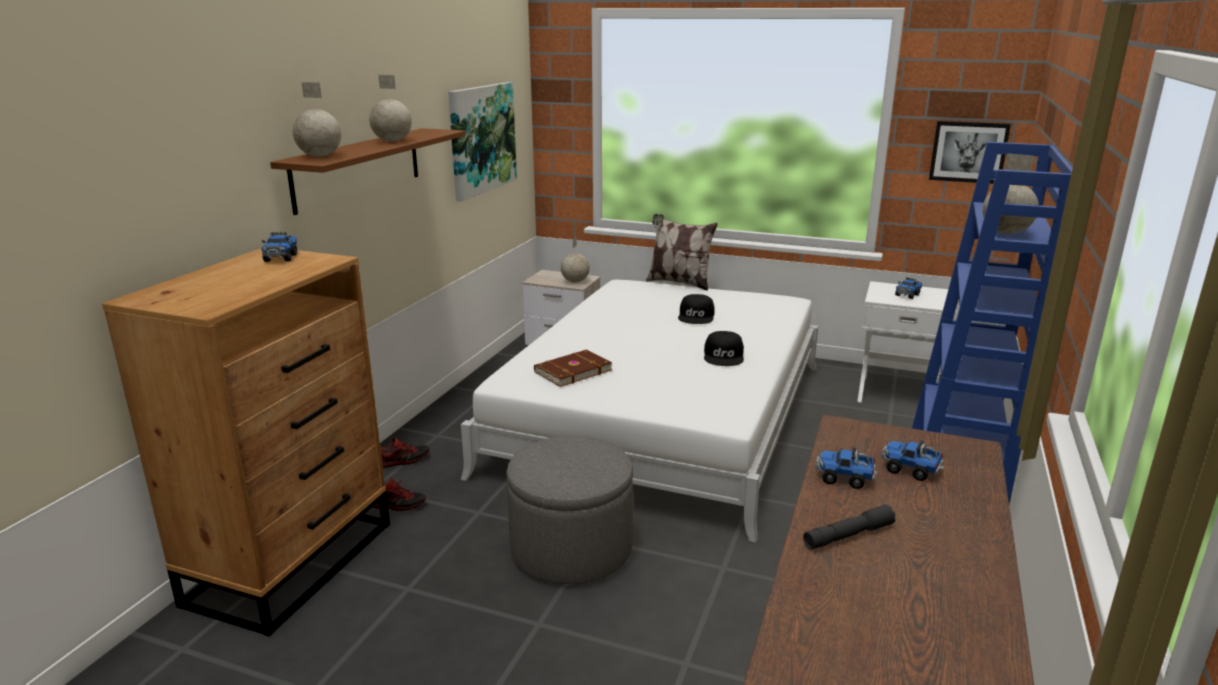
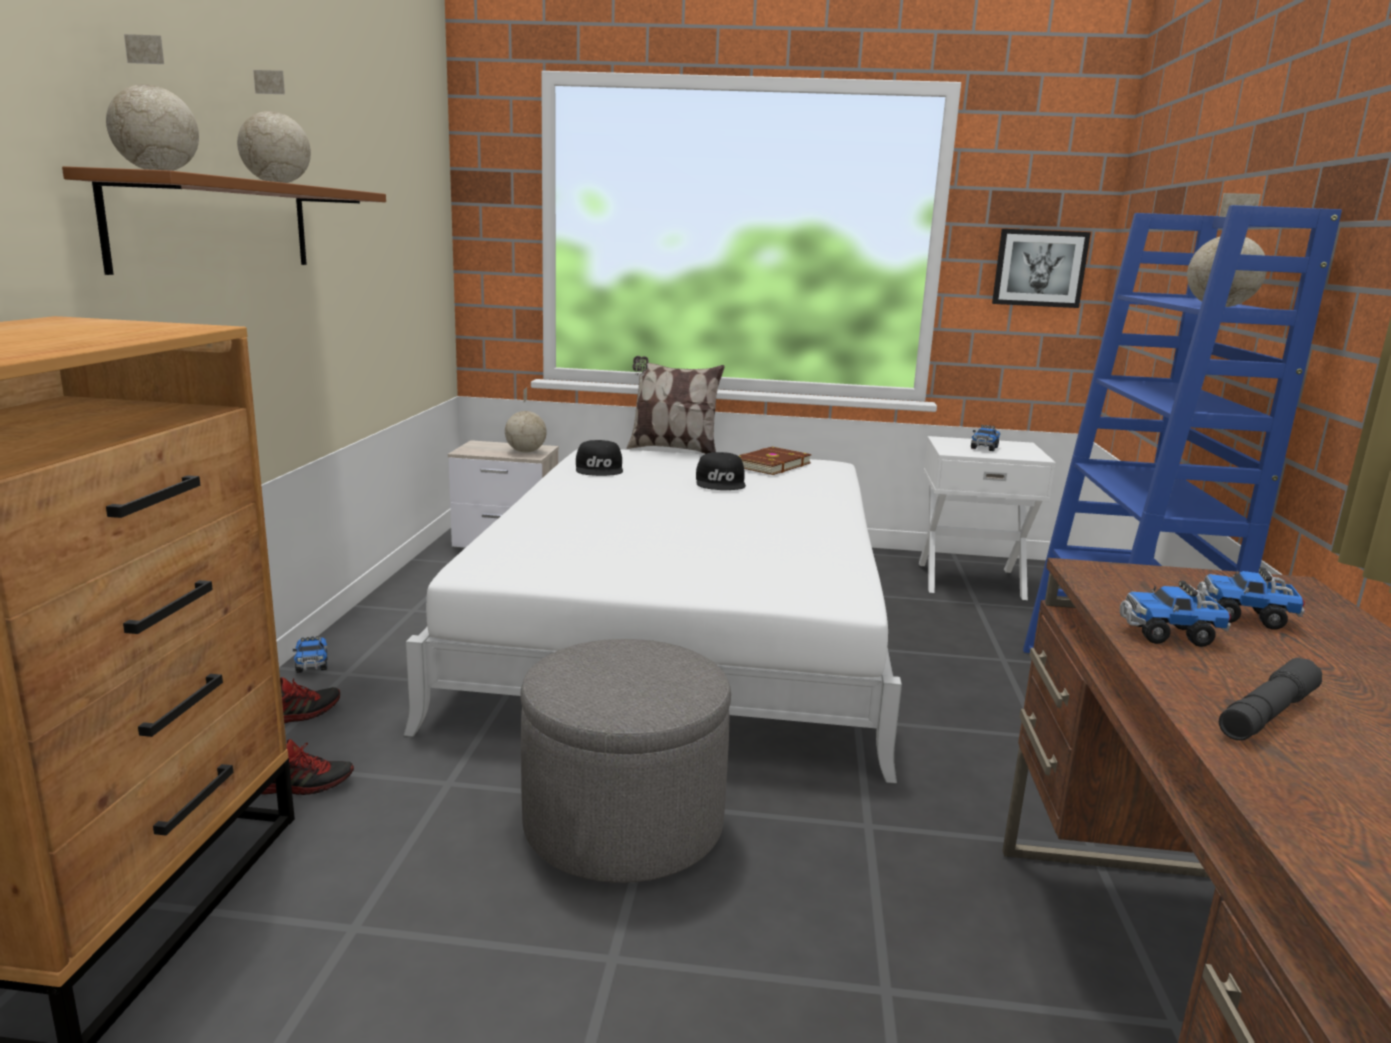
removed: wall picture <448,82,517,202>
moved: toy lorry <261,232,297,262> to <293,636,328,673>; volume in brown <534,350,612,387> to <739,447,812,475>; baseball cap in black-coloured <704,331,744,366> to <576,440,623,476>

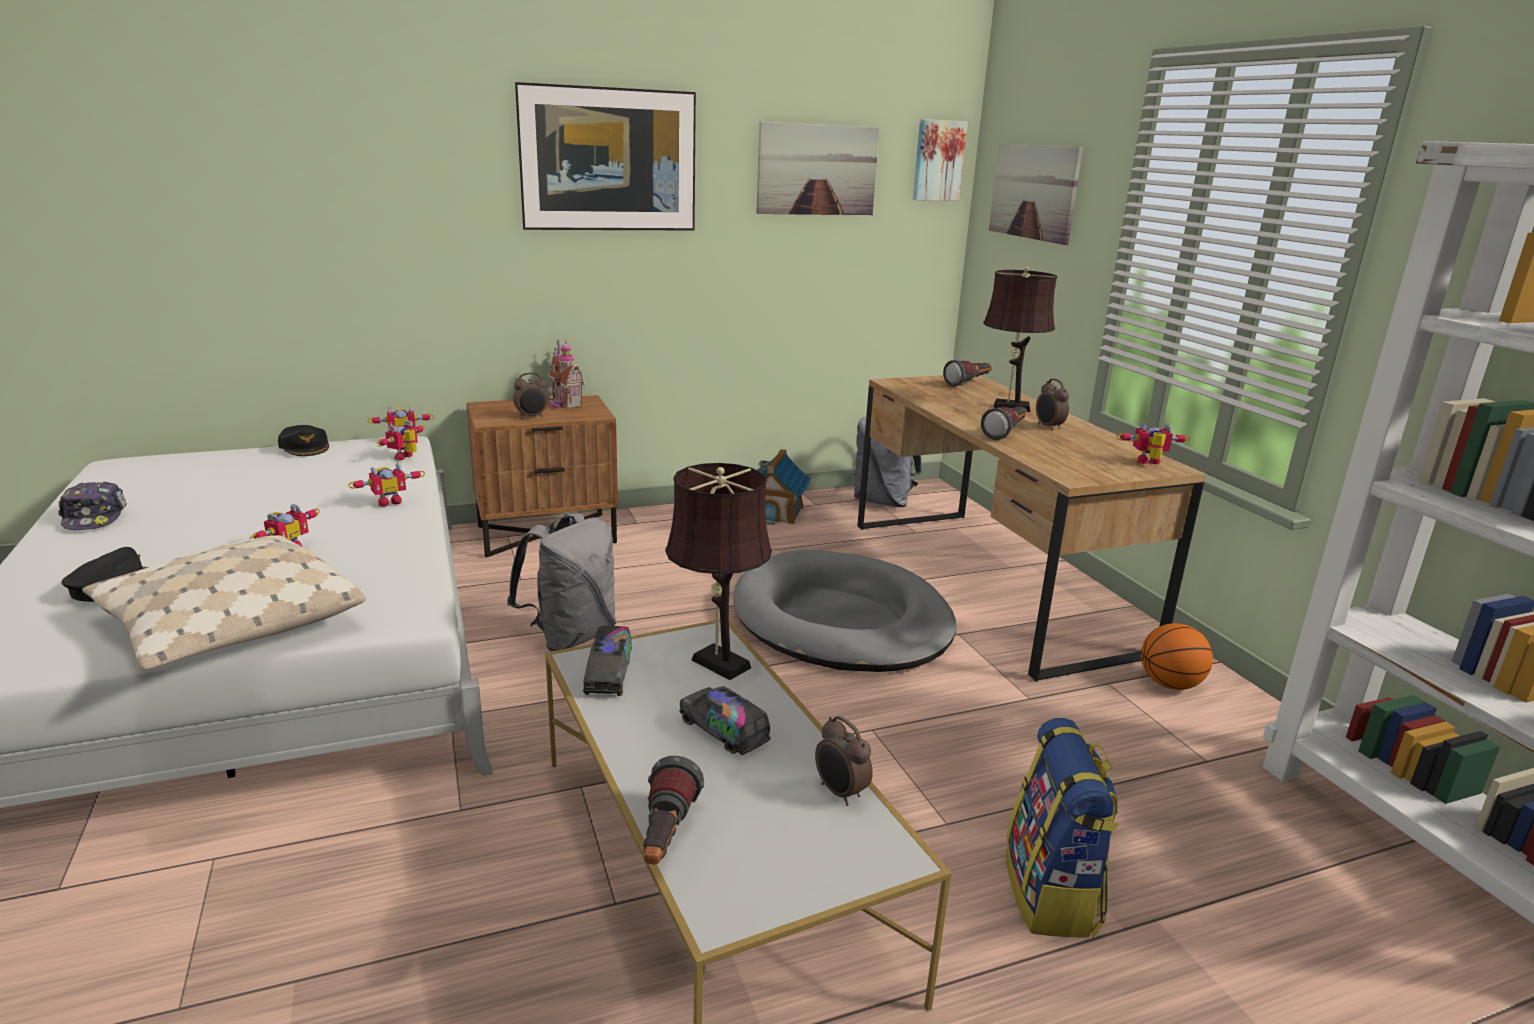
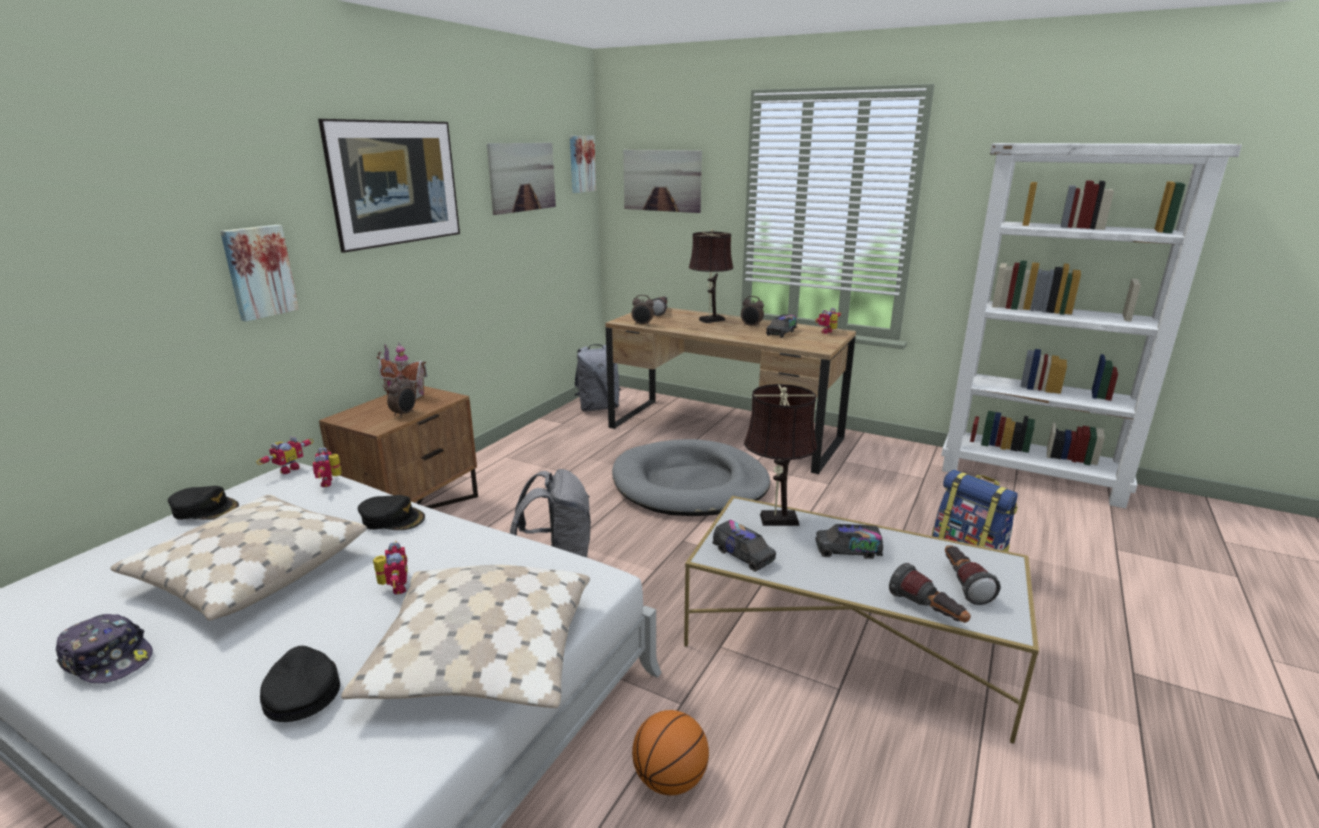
removed: miniature house <757,449,811,525>
added: throw pillow in beige <110,495,367,621>; wall picture <220,225,299,322>; toy lorry <766,314,797,338>
moved: alarm clock <815,716,873,806> to <631,295,654,326>; flashlight <981,406,1026,440> to <945,545,1000,605>; basketball <1141,623,1213,690> to <632,710,709,795>
replaced: robot figure <348,463,425,507> to baseball cap in black-coloured <358,495,425,530>

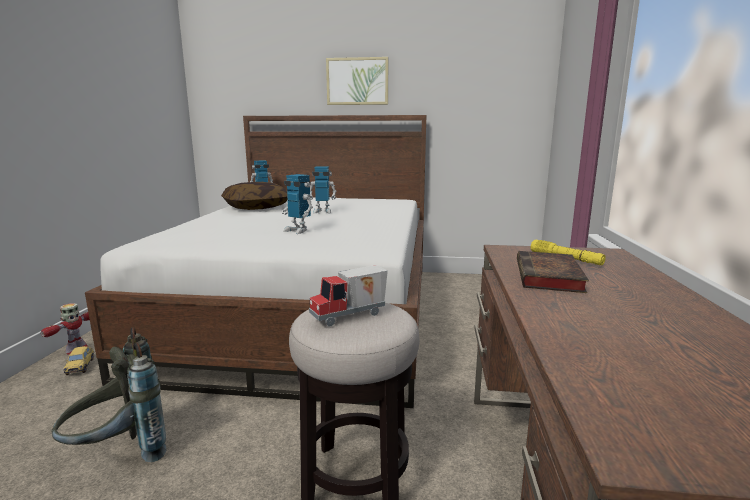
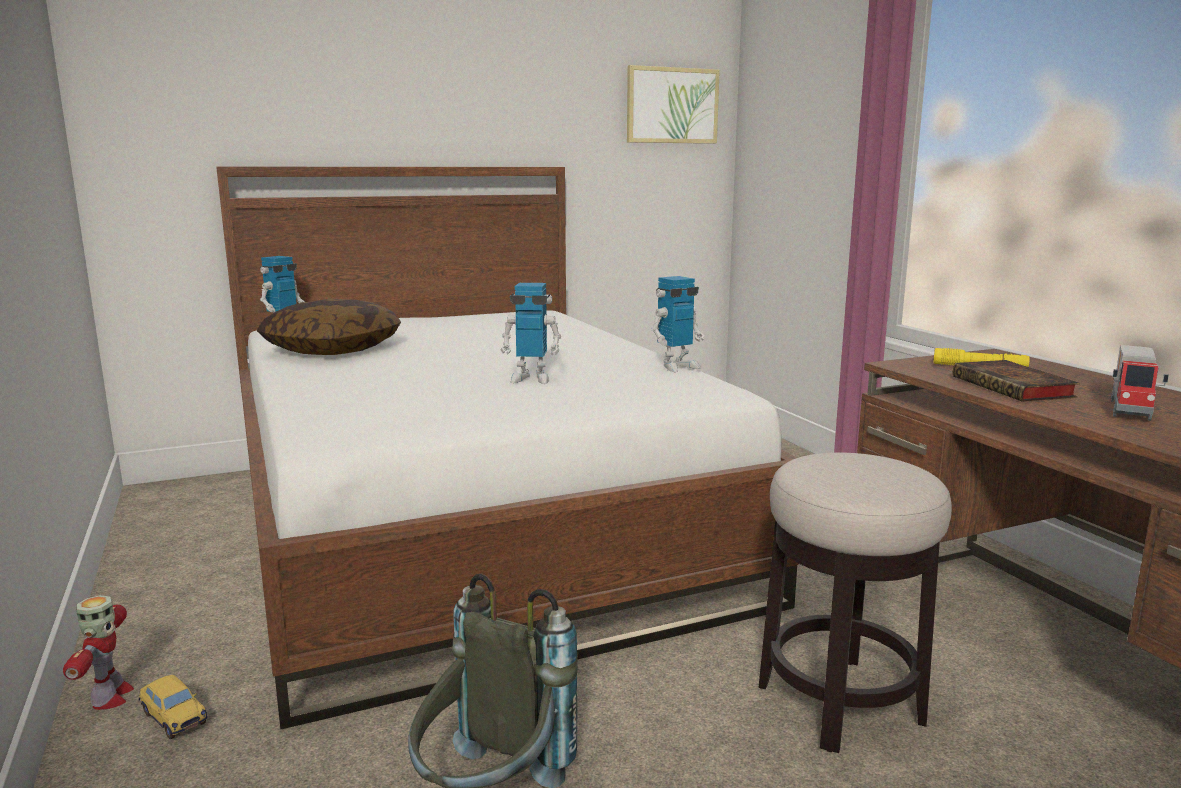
moved: toy lorry <309,265,388,327> to <1111,345,1169,421>; robot figure <310,166,336,213> to <652,276,704,372>; wall picture <326,57,389,105> to <627,65,720,144>

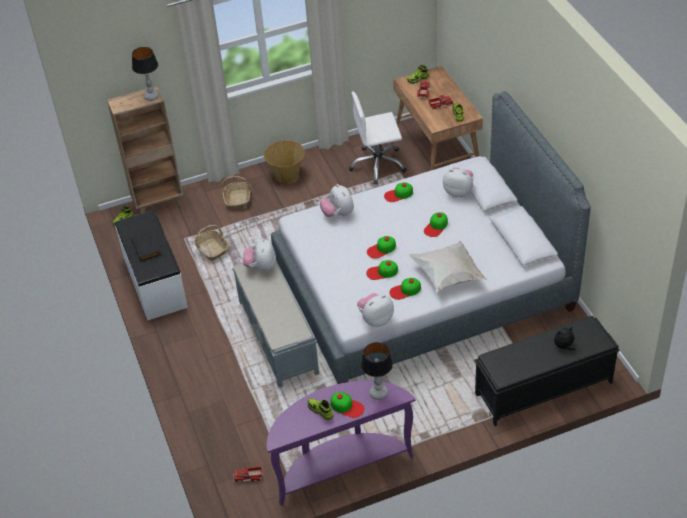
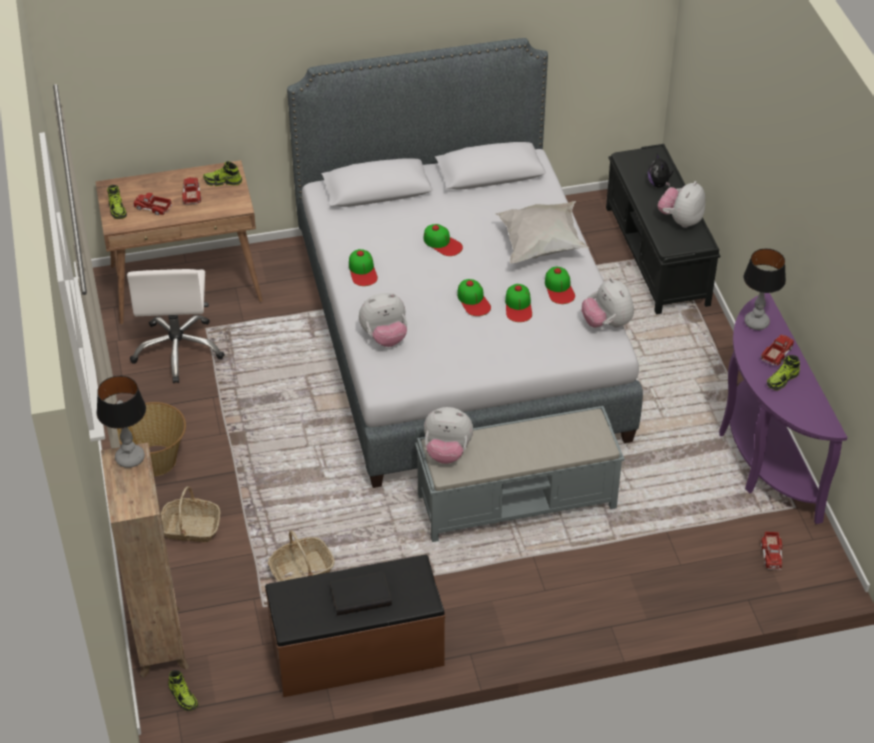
moved: soft toy <443,168,474,197> to <658,181,705,228>
replaced: baseball cap <330,392,364,418> to toy lorry <761,335,794,366>
recoloured: long seat in white-coloured <115,210,188,321> to long seat in brown <265,555,445,697>

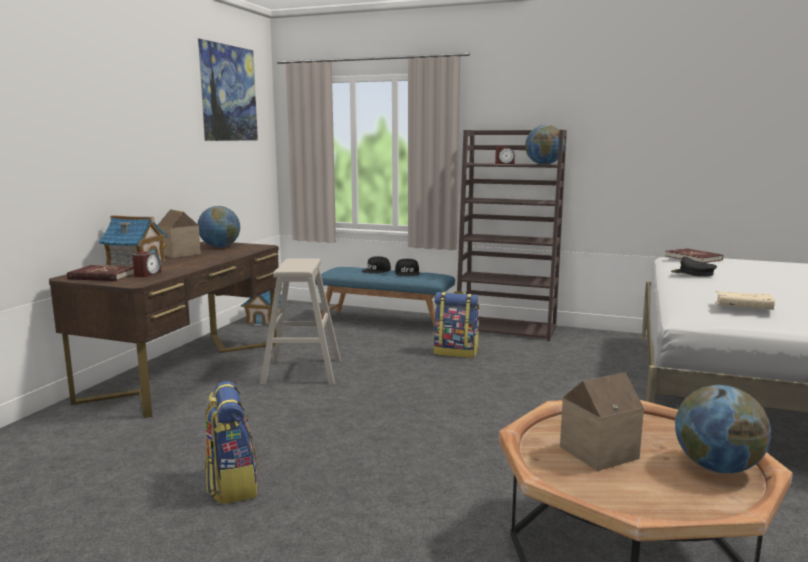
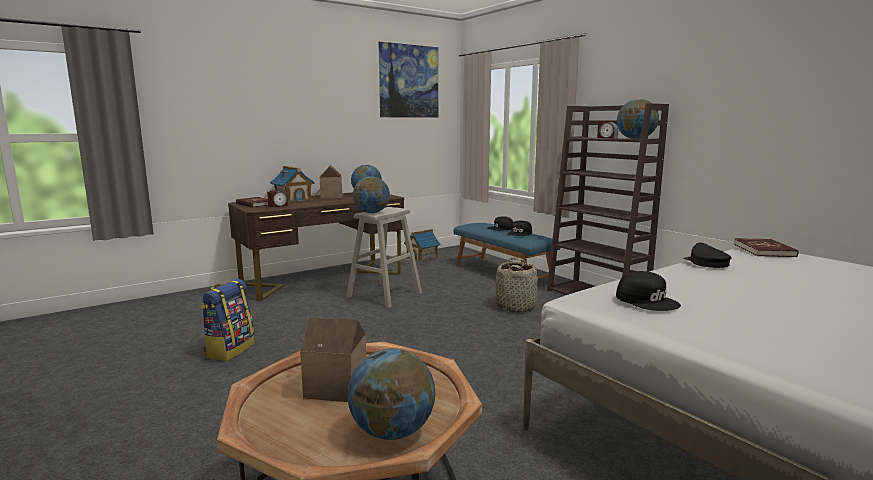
added: globe <353,176,390,213>
replaced: backpack <433,291,480,358> to basket <496,257,538,312>; volume in beige <715,291,775,310> to baseball cap in black-coloured <616,271,681,311>

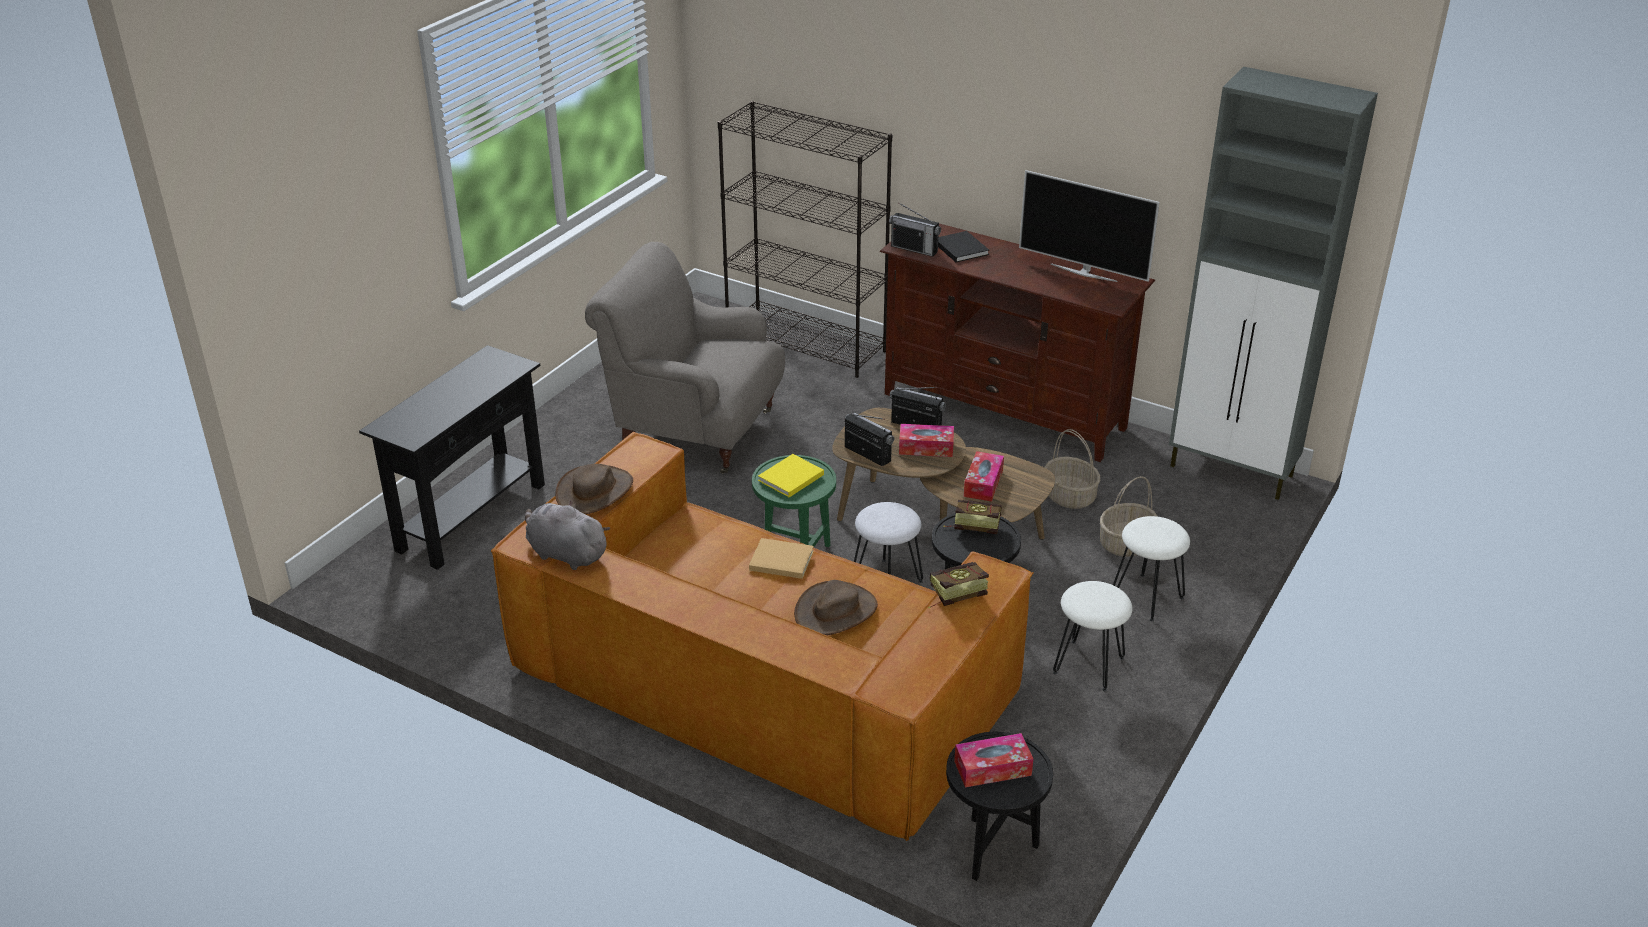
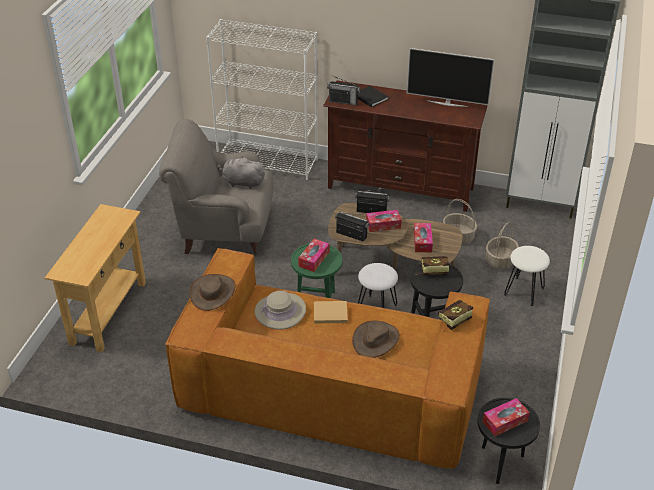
removed: stool seat in white-coloured <1053,581,1132,691>
added: hat in beige <255,291,306,330>
moved: soft toy in gray <525,500,611,570> to <217,156,265,189>
replaced: volume in yellow-coloured <758,454,824,497> to box of tissues <298,239,330,272>
recoloured: narrow table in black-coloured <359,345,545,570> to narrow table in beige <45,204,146,352>; shelving unit in black-coloured <718,101,892,378> to shelving unit in white-coloured <206,19,318,180>

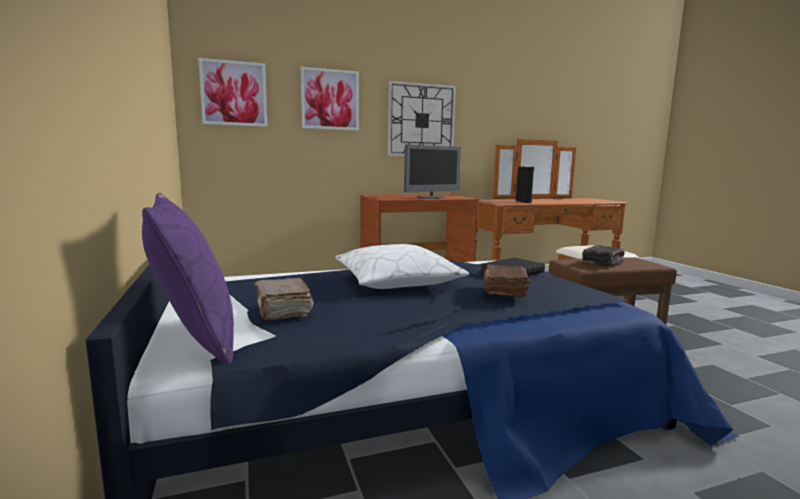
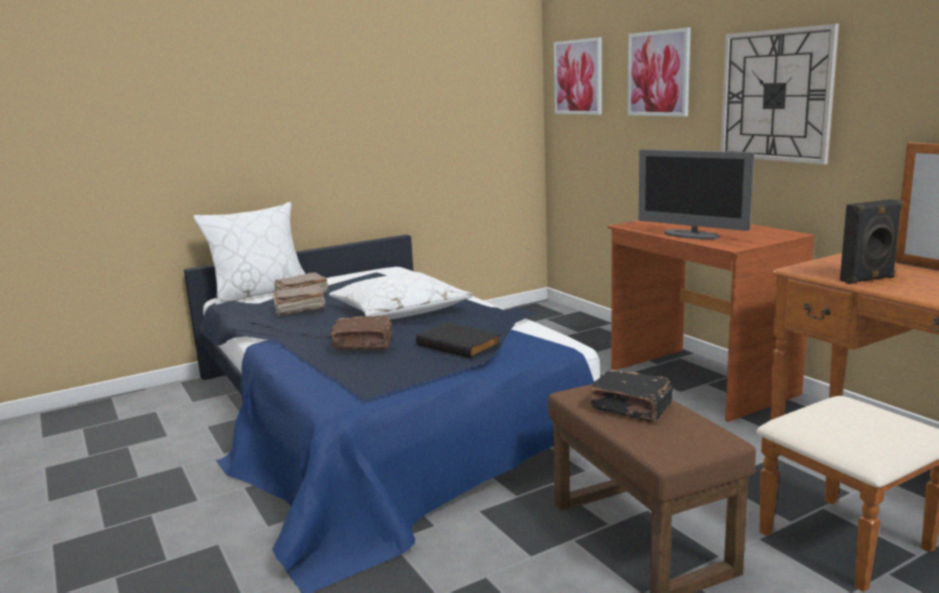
added: volume in brown <273,285,325,316>
recoloured: throw pillow in purple <142,193,234,365> to throw pillow in white-coloured <193,202,305,305>

